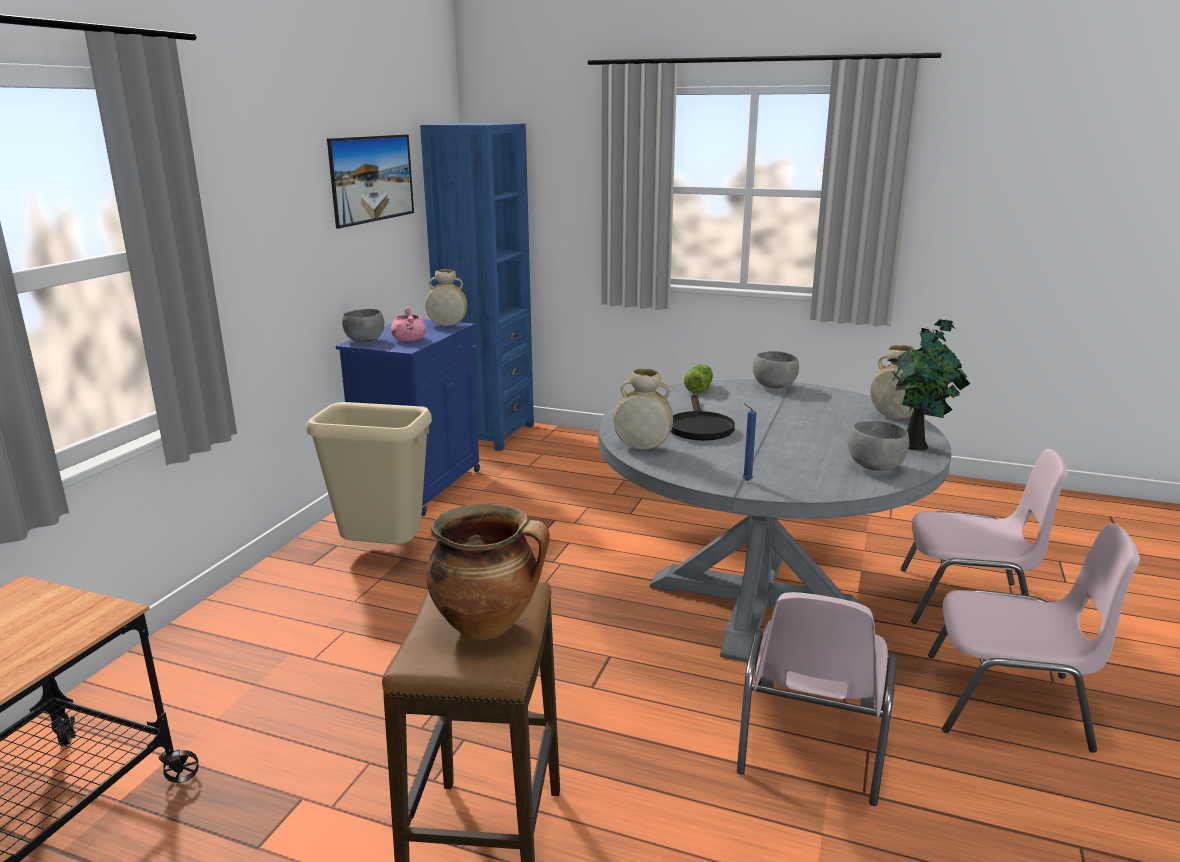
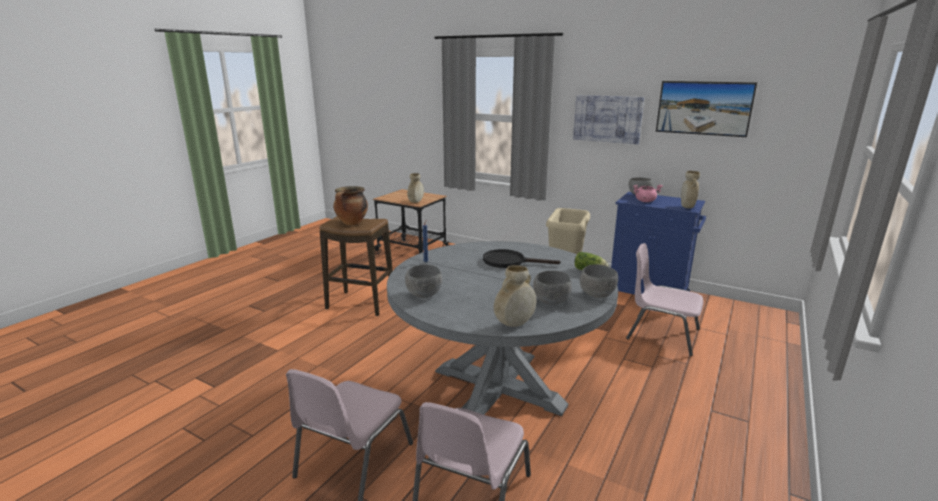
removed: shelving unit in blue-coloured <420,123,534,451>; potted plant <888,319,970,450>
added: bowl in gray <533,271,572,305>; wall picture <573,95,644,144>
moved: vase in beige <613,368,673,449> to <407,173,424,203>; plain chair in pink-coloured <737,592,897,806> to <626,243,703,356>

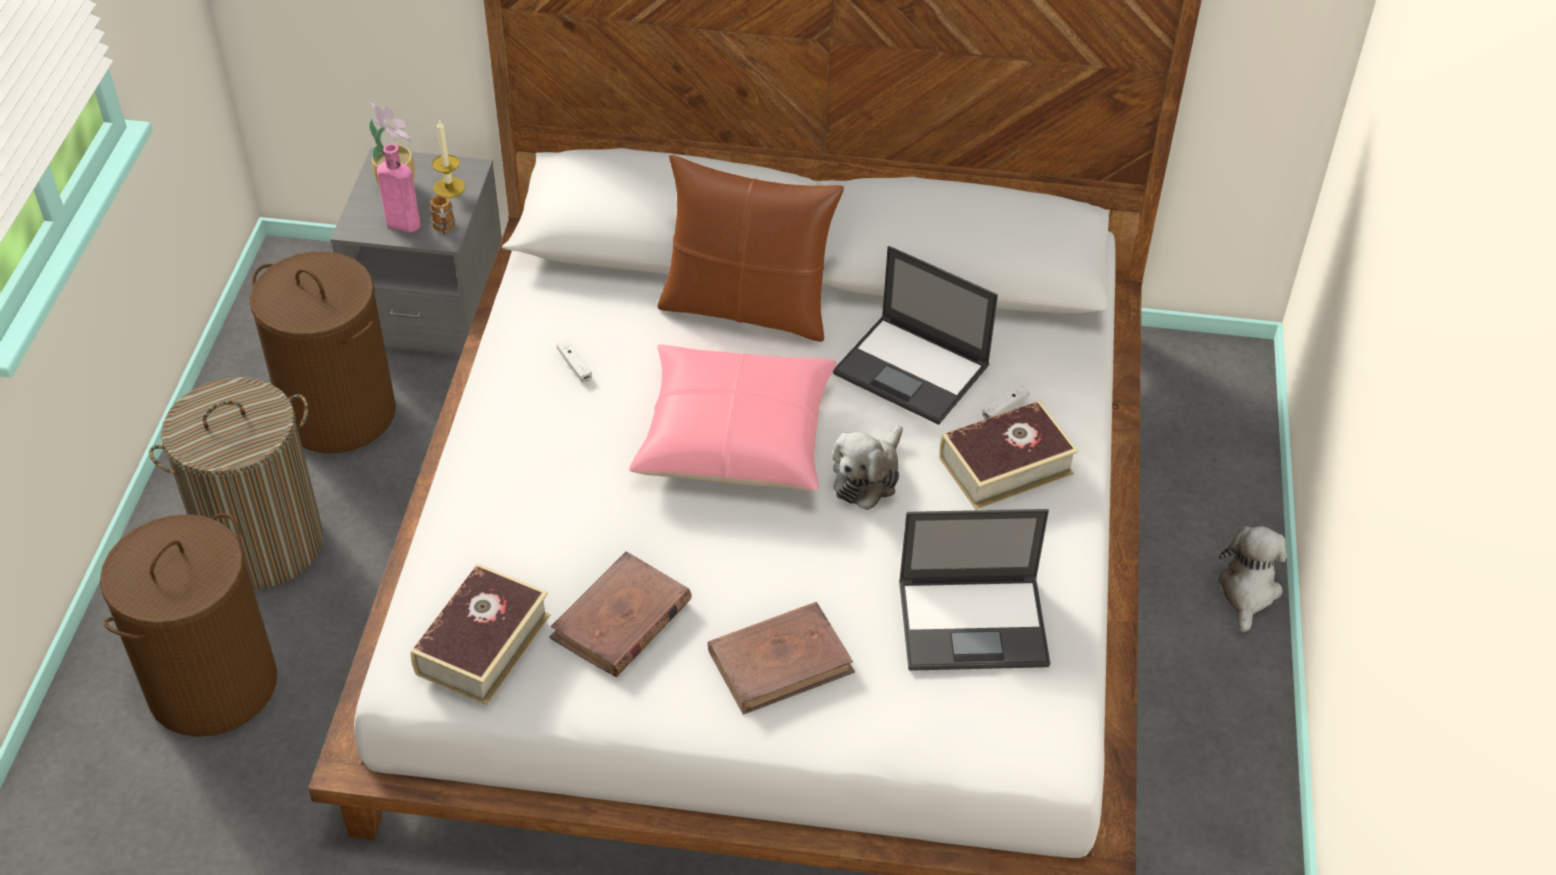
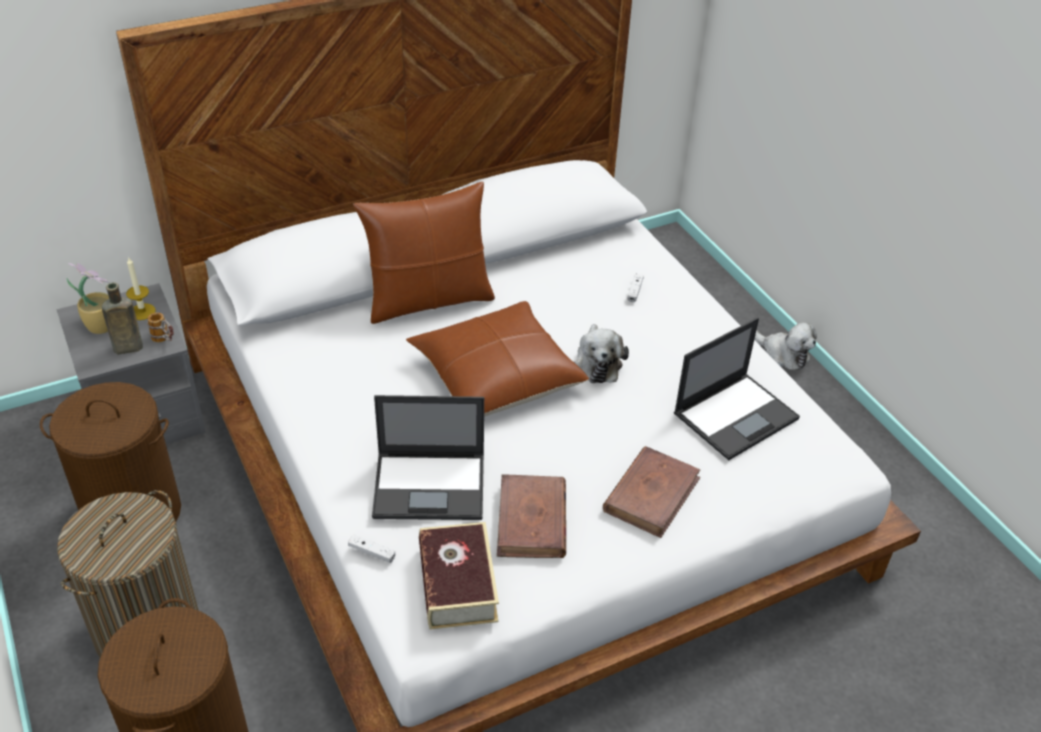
removed: volume <939,401,1078,510>
moved: game controller in white-coloured <557,340,592,383> to <348,534,395,563>; notebook computer <833,246,998,425> to <372,395,484,520>
recoloured: drink bottle in pink-coloured <377,144,420,232> to drink bottle in brown <102,282,143,354>; throw pillow in pink-coloured <629,345,837,491> to throw pillow in brown <406,301,589,417>
turned: soft toy <1218,526,1287,633> = <754,322,817,370> 150 degrees clockwise

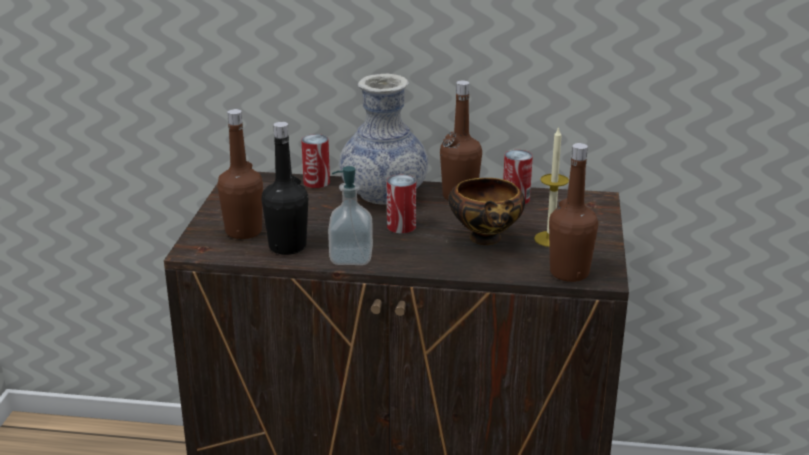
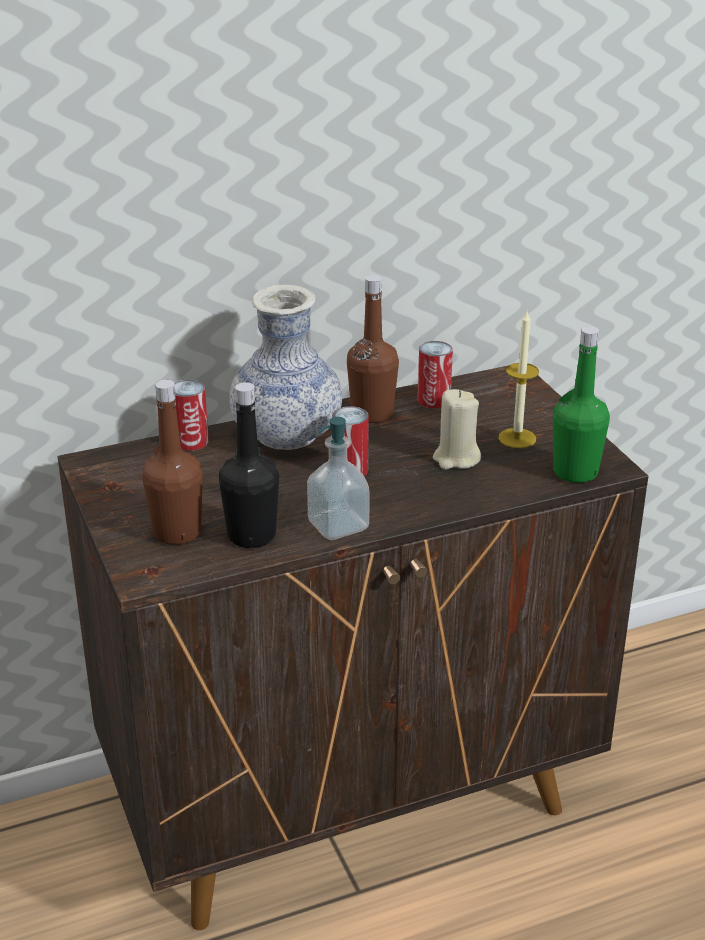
replaced: bowl <448,178,525,245> to candle in beige <433,389,481,470>
recoloured: drink bottle in brown <549,143,598,282> to drink bottle in greenish <553,326,610,483>

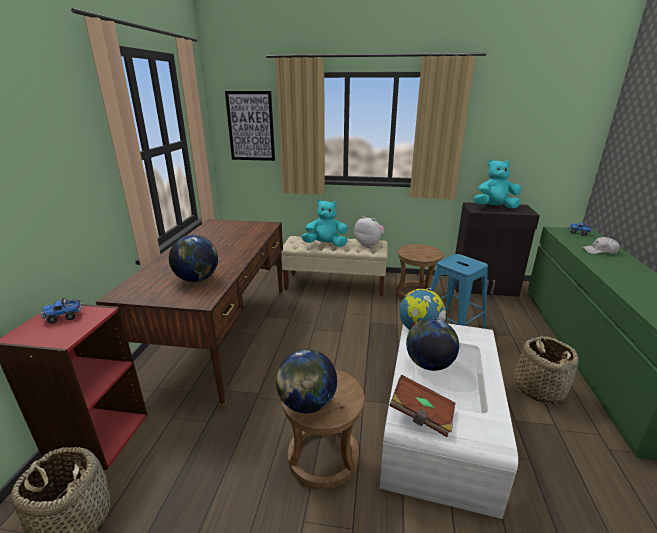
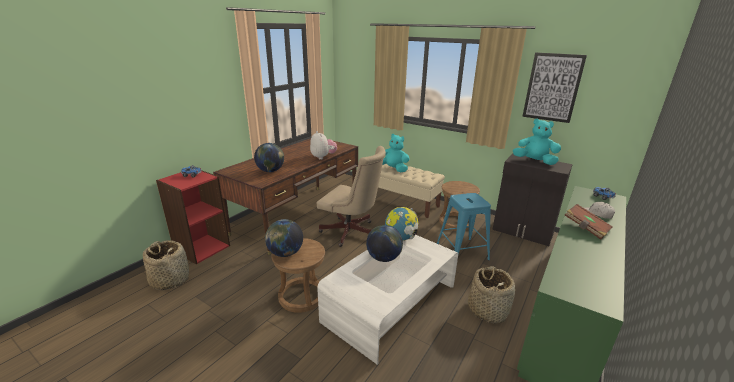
added: computer chair in beige <317,146,386,247>
moved: wall picture <225,91,275,161> to <522,52,587,123>; soft toy <354,216,385,248> to <310,131,337,160>; volume in brown <389,375,455,437> to <565,204,613,240>

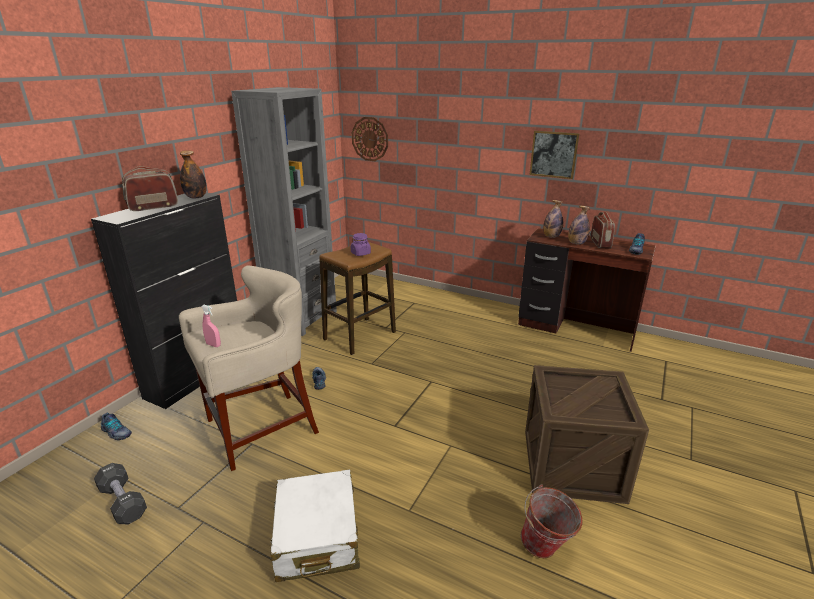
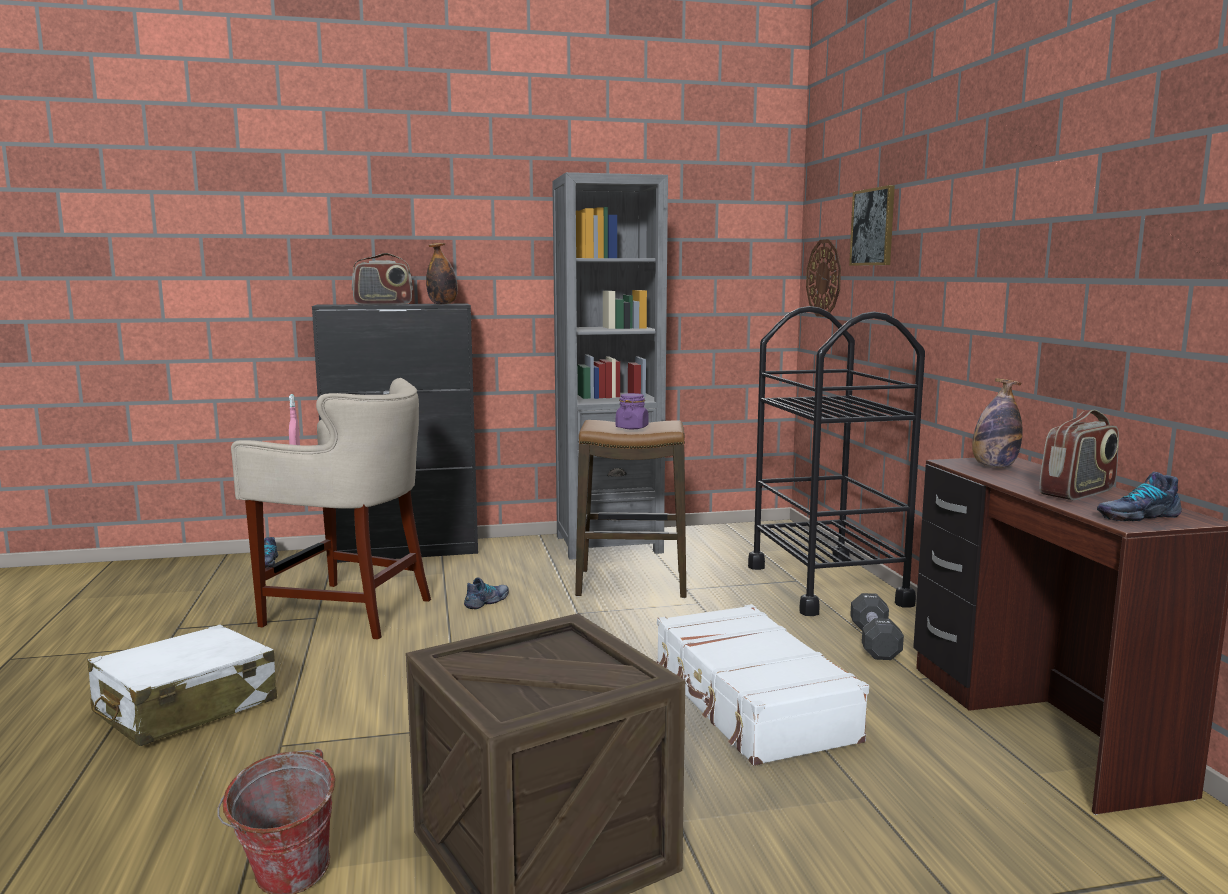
removed: drink bottle <568,206,590,245>
added: travel case in white-coloured <657,604,869,766>; trolley in black-coloured <748,306,925,616>
moved: free weight in black-coloured <94,463,147,525> to <850,593,904,660>; wall picture <530,131,579,179> to <849,185,895,266>
turned: radio set <122,166,178,211> = <352,253,413,305> 150 degrees clockwise

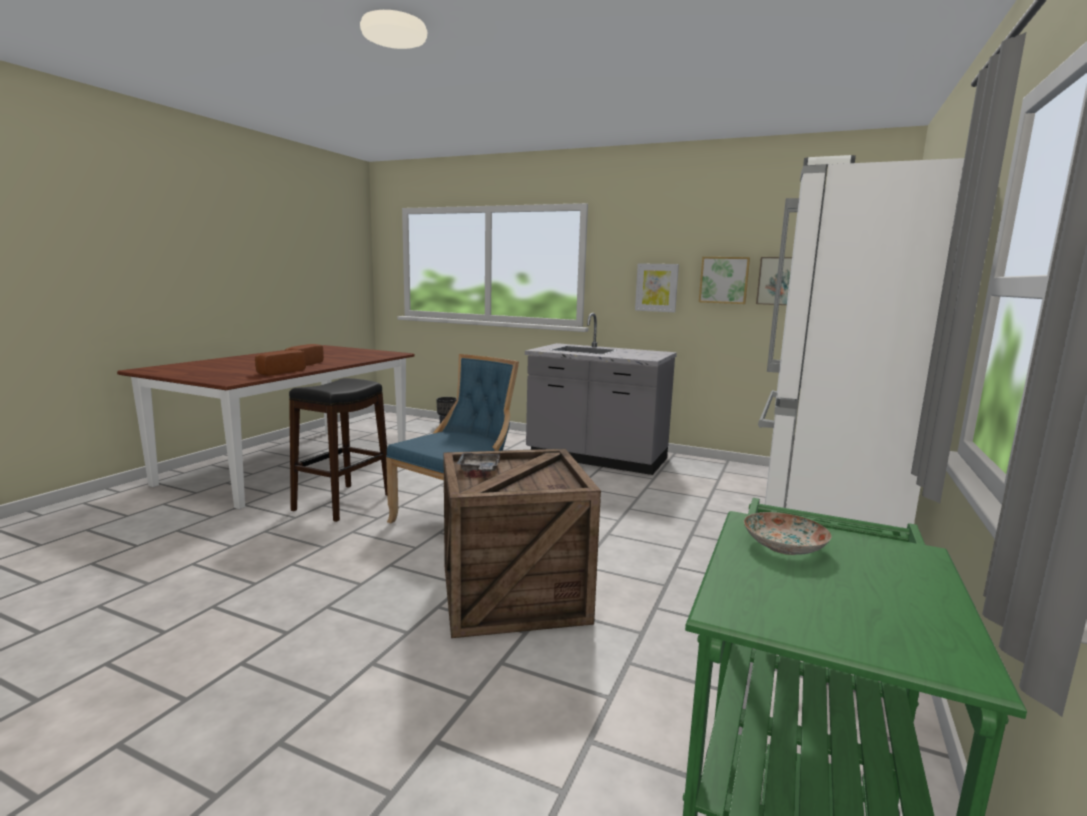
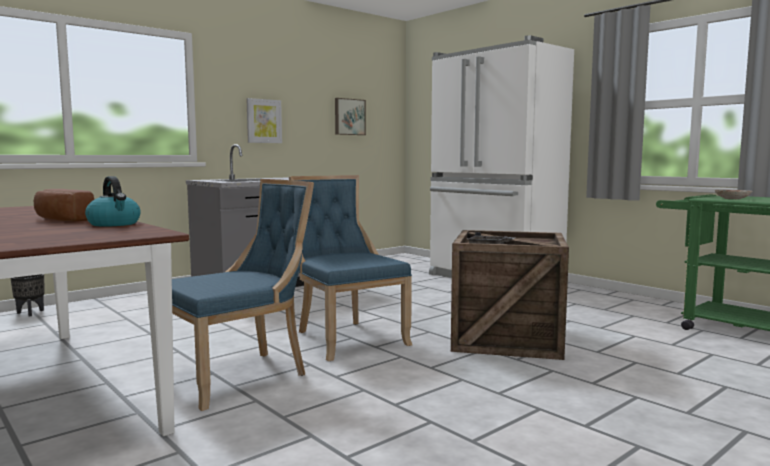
removed: wall picture <699,257,750,304>
replaced: bakery bread <255,350,306,376> to water kettle <85,176,141,227>; stool seat in black-coloured <289,378,387,522> to plain chair in blue-coloured <172,179,314,411>

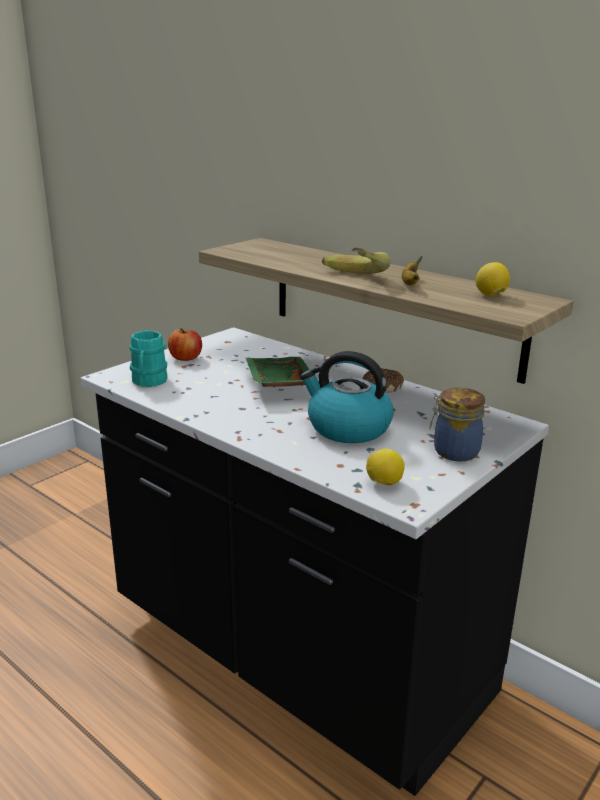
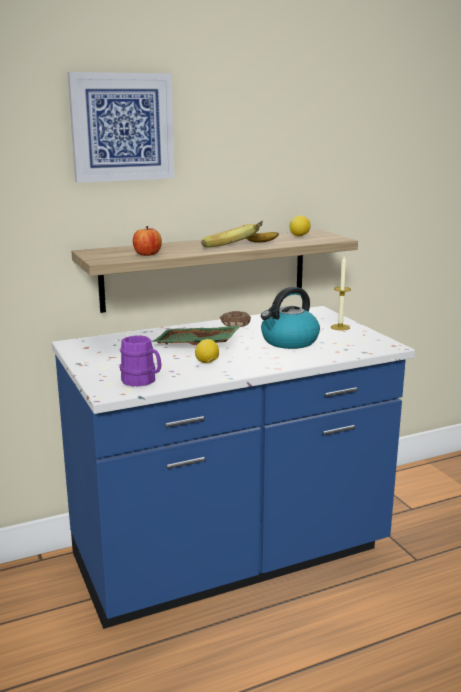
added: wall picture <68,72,174,183>
moved: apple fruit <168,328,202,361> to <133,226,162,256>; whole lemon <366,449,404,485> to <195,339,219,363>
replaced: preserve jar <429,388,485,461> to candle <331,256,351,331>
recoloured: kitchen base unit in black-coloured <80,327,549,796> to kitchen base unit in blue-coloured <52,306,415,629>; coffee mug in blue-green <129,331,167,387> to coffee mug in purple <120,335,161,387>

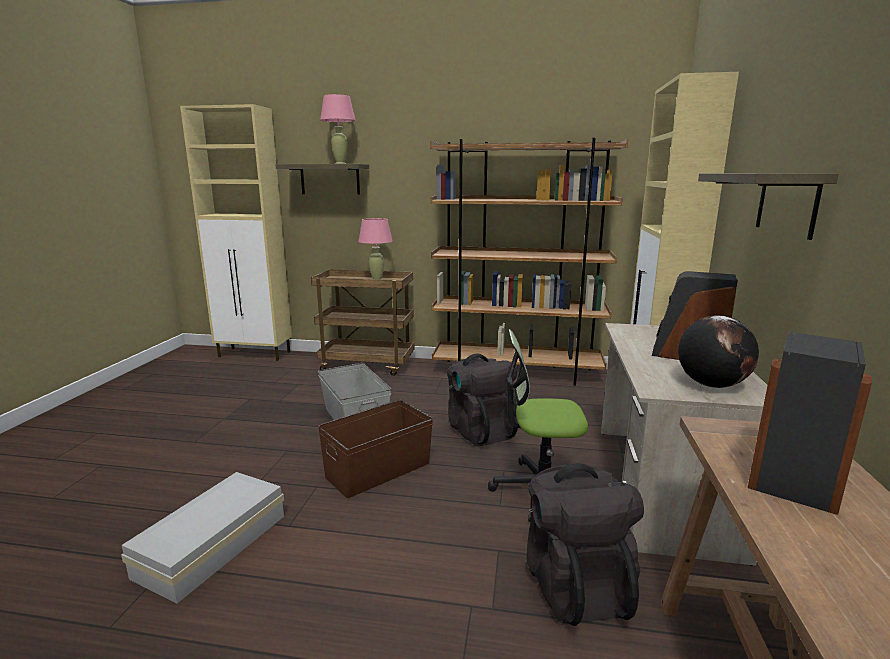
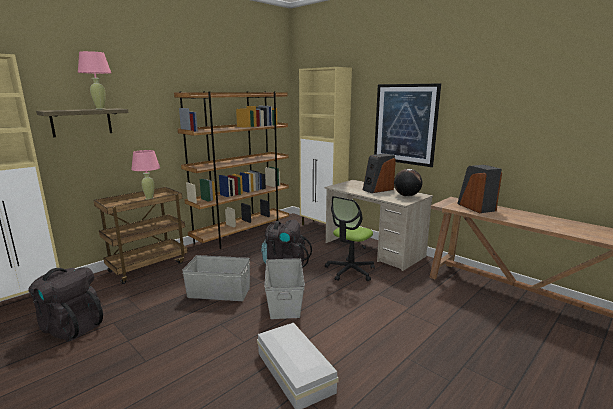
moved: backpack in black-coloured <526,463,644,626> to <28,267,103,341>
replaced: shelf <698,173,839,240> to wall picture <374,83,441,167>
recoloured: storage container in brown <318,400,433,498> to storage container in gray <264,258,305,319>

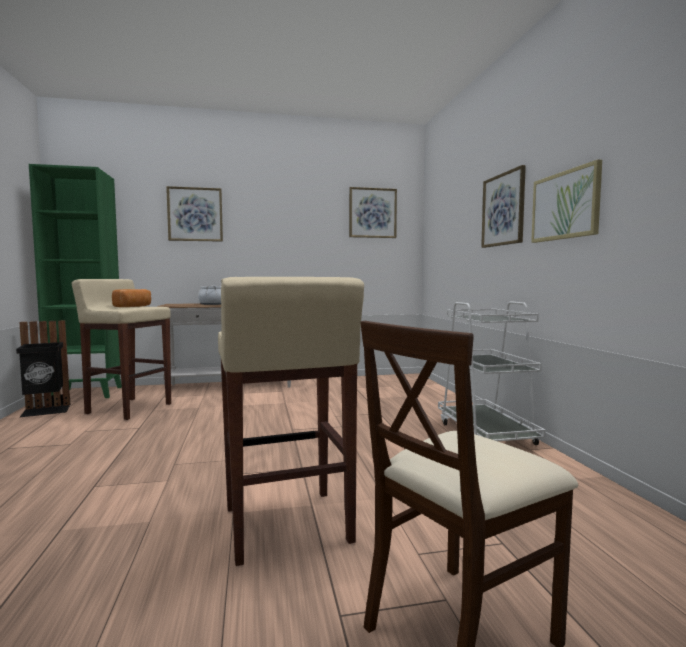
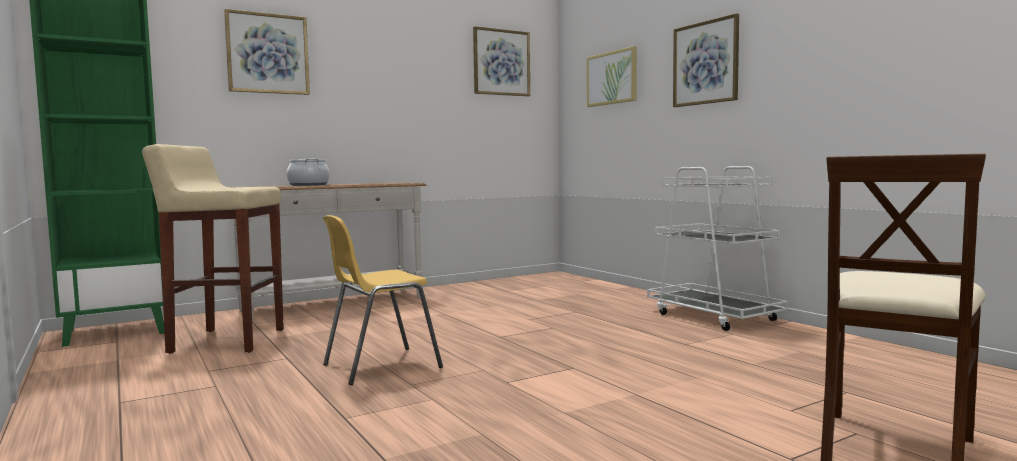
removed: trash can in black-coloured <16,320,70,418>; bakery bread <112,289,151,307>; stool seat in beige <218,277,364,566>
added: plain chair in yellow-coloured <323,215,443,385>
moved: wall picture <531,159,602,243> to <587,46,637,107>

